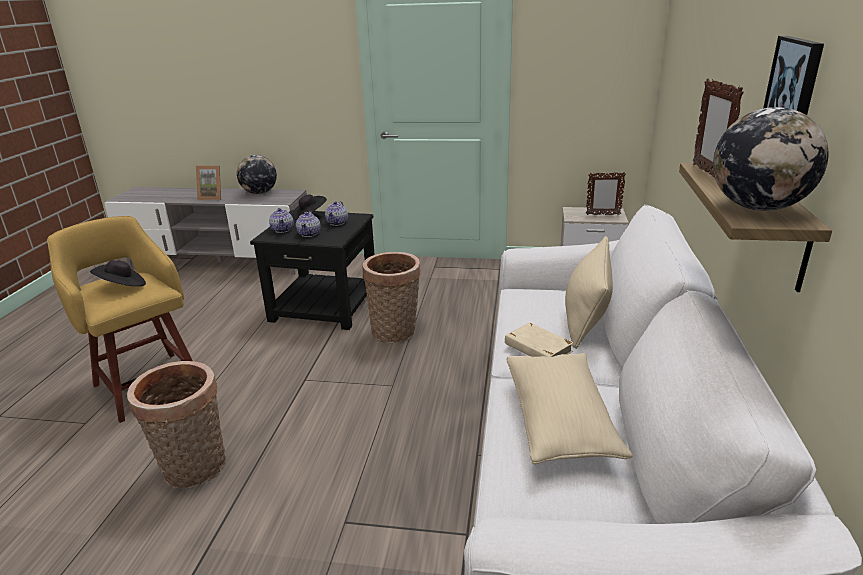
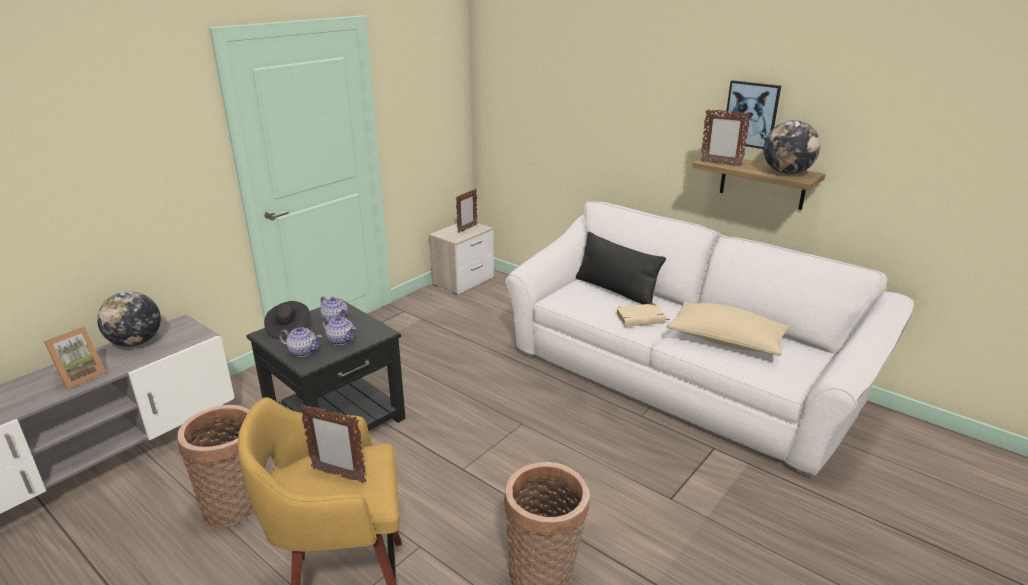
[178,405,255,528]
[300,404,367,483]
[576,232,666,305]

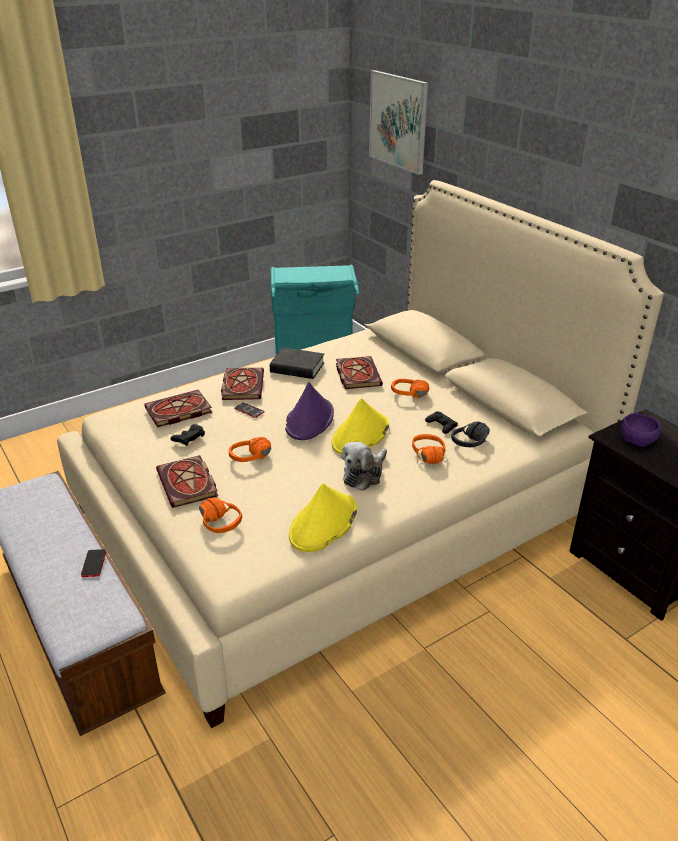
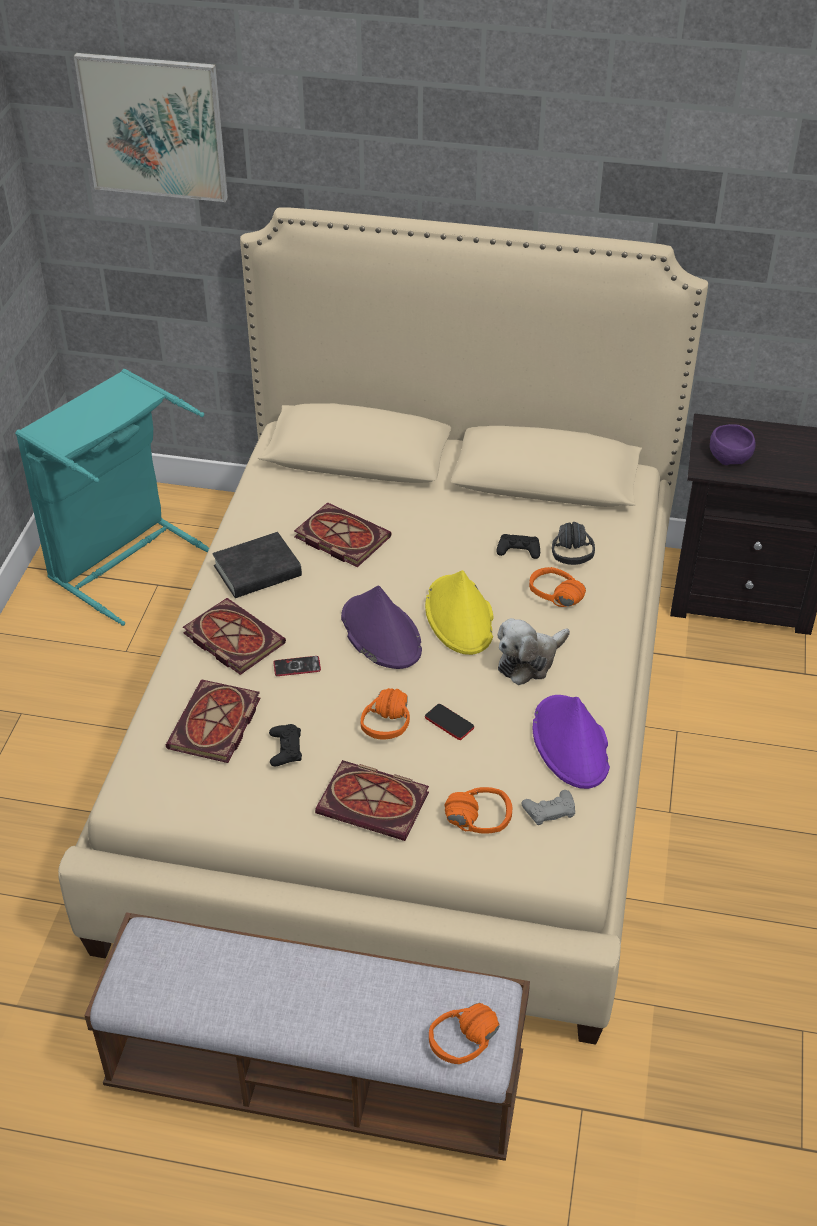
[521,790,575,825]
[425,704,474,740]
[429,1003,499,1064]
[533,695,610,789]
[498,618,570,685]

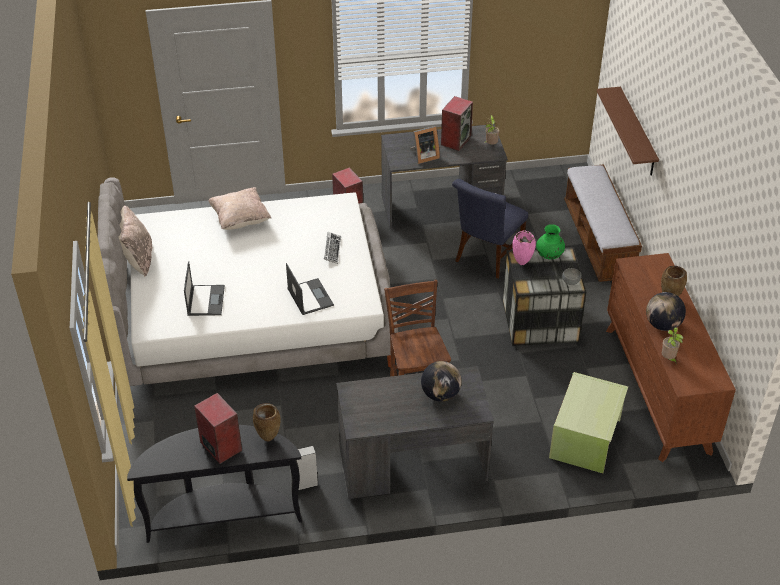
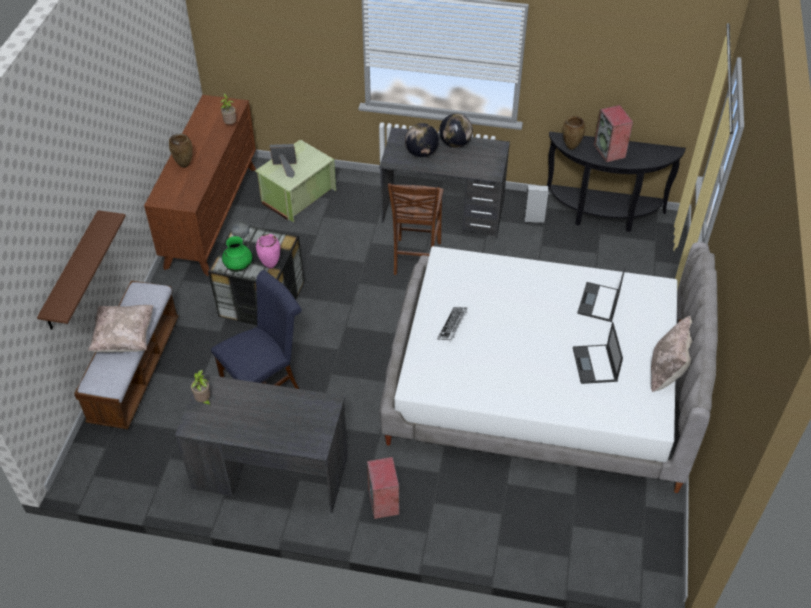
[441,96,473,151] (first image)
[88,305,153,352]
[573,322,623,384]
[270,144,296,178]
[439,114,473,148]

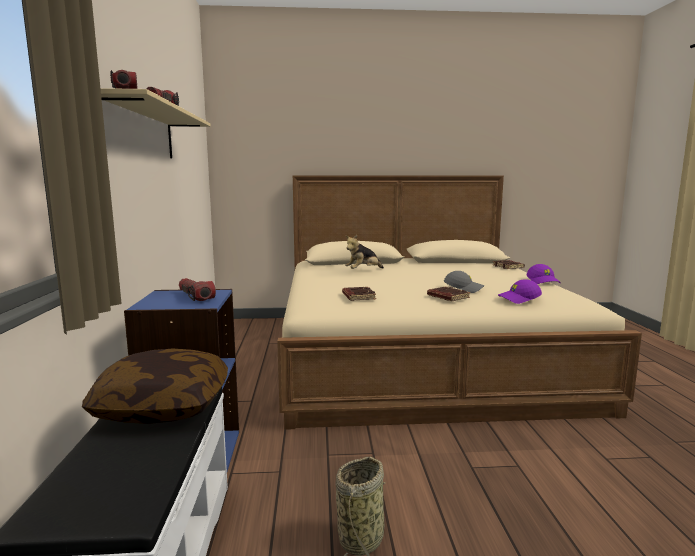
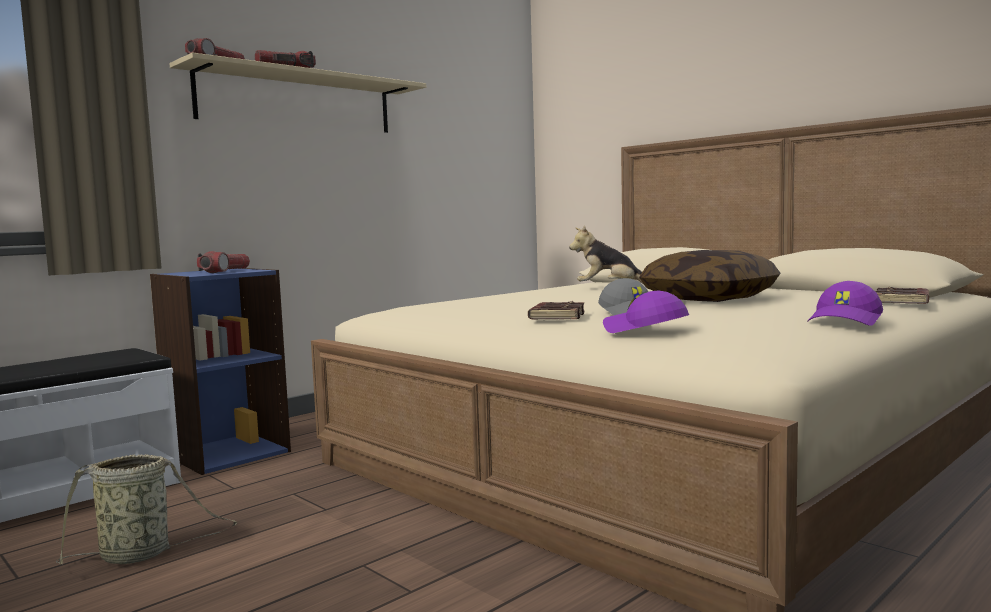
[342,287,376,301] (first image)
[639,250,781,302]

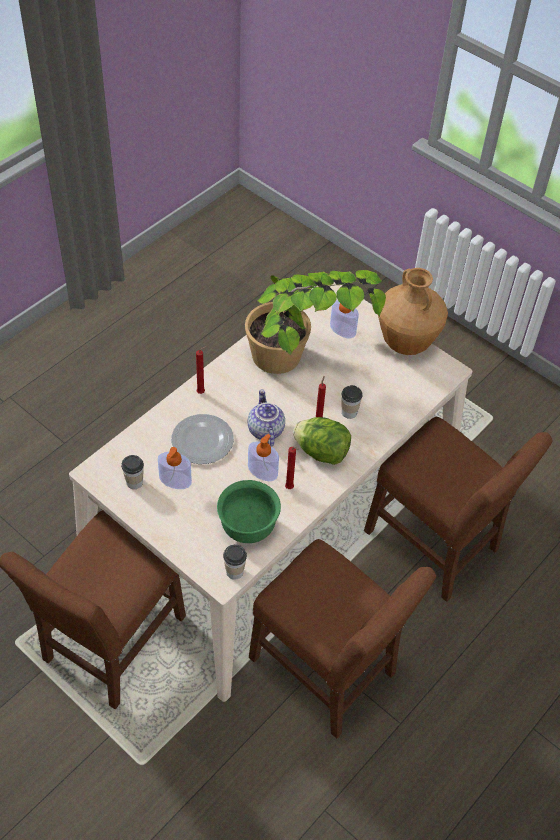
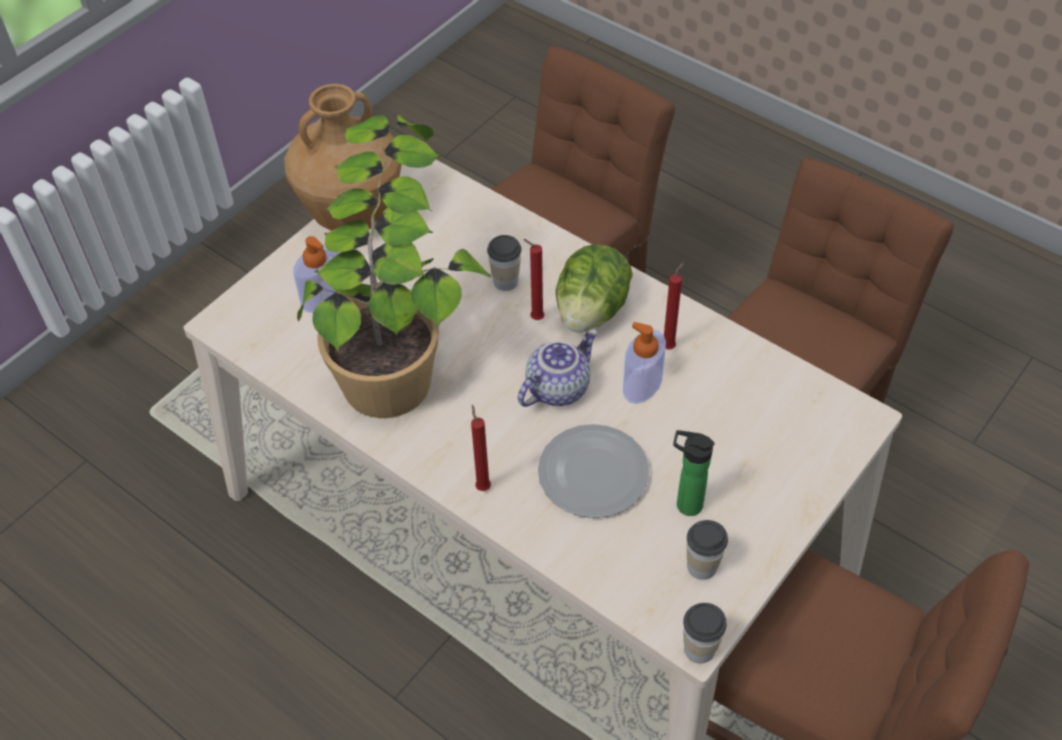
[217,480,281,543] (first image)
[683,603,726,663]
[673,430,715,516]
[518,329,597,407]

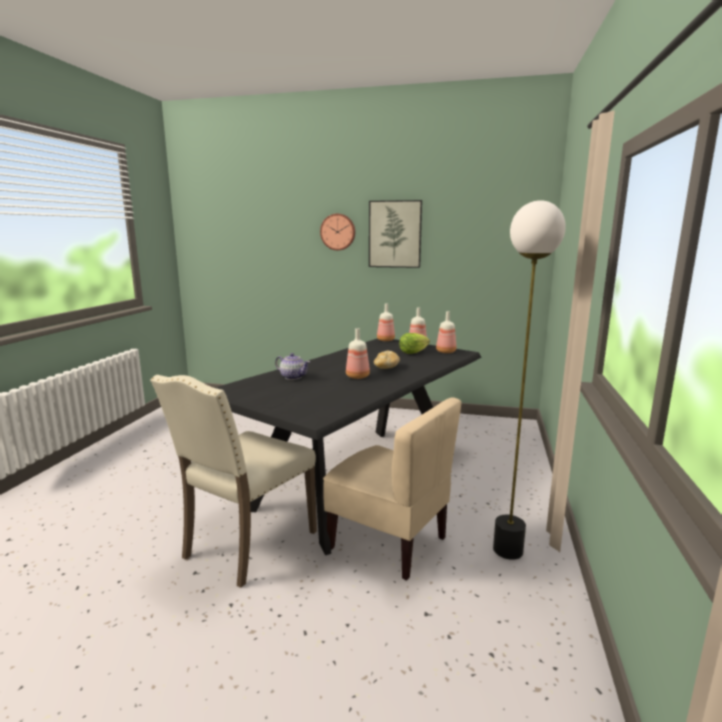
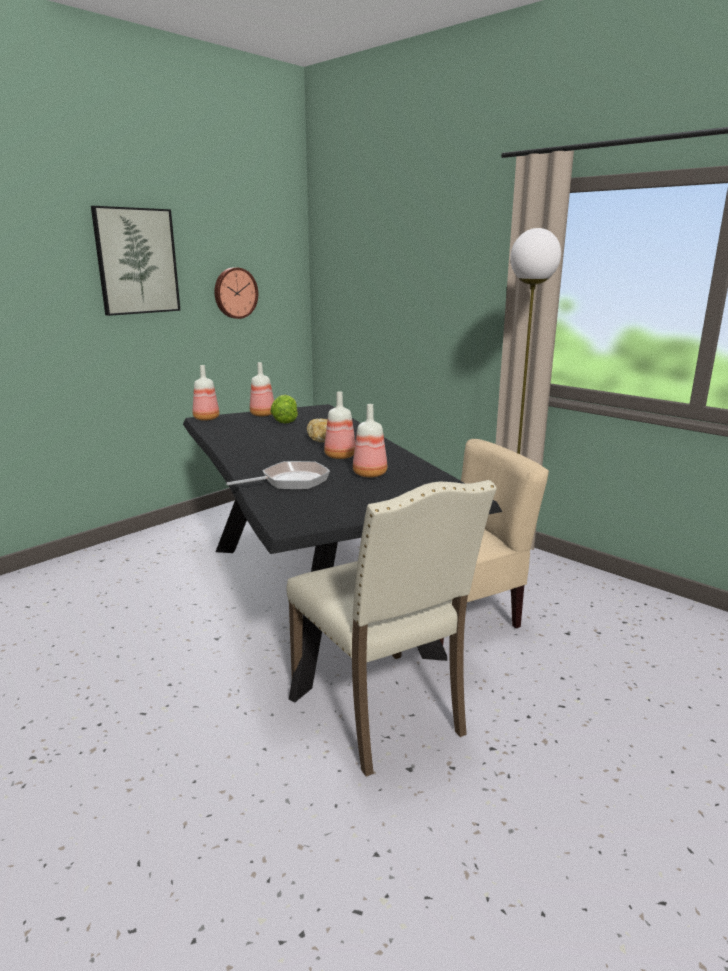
[214,267,258,319]
[353,404,387,478]
[226,461,330,490]

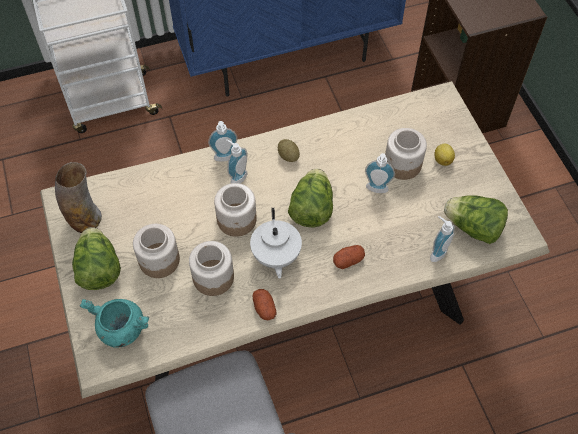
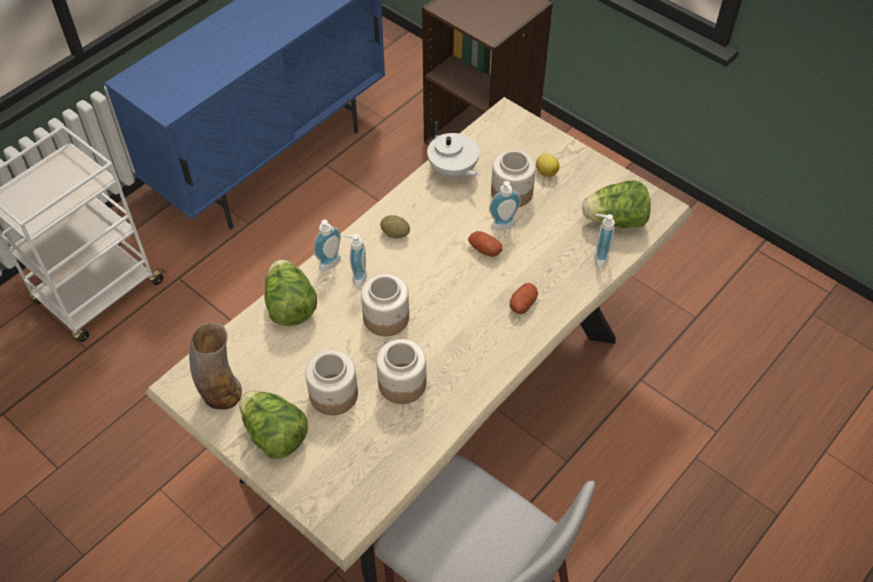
[80,299,149,348] (first image)
[427,121,479,179]
[468,231,502,257]
[264,259,317,326]

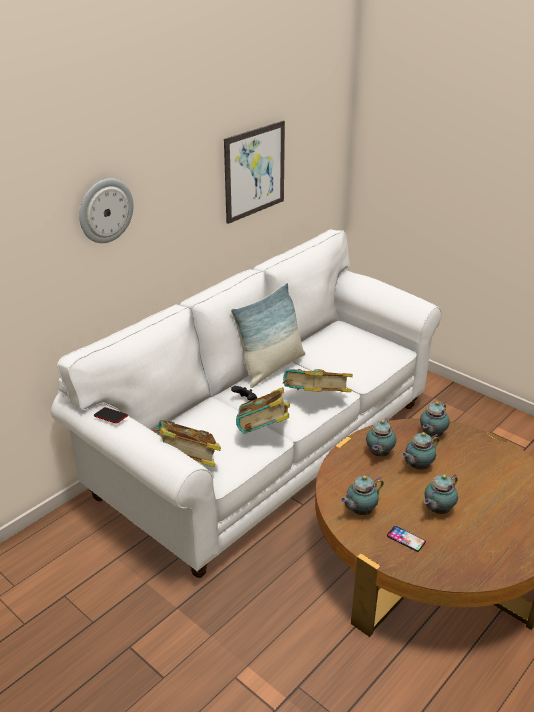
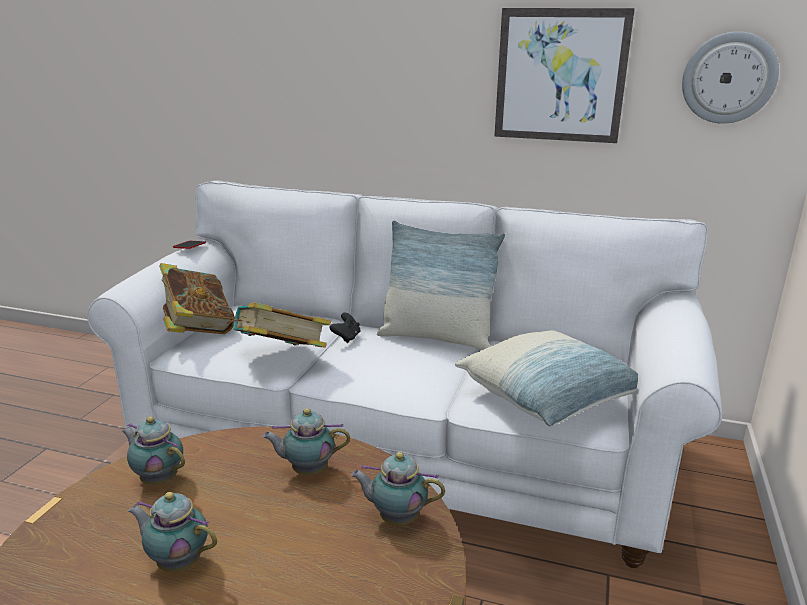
[283,369,353,392] (first image)
[387,526,426,552] (first image)
[402,432,439,470] (first image)
[455,330,638,427]
[682,31,779,124]

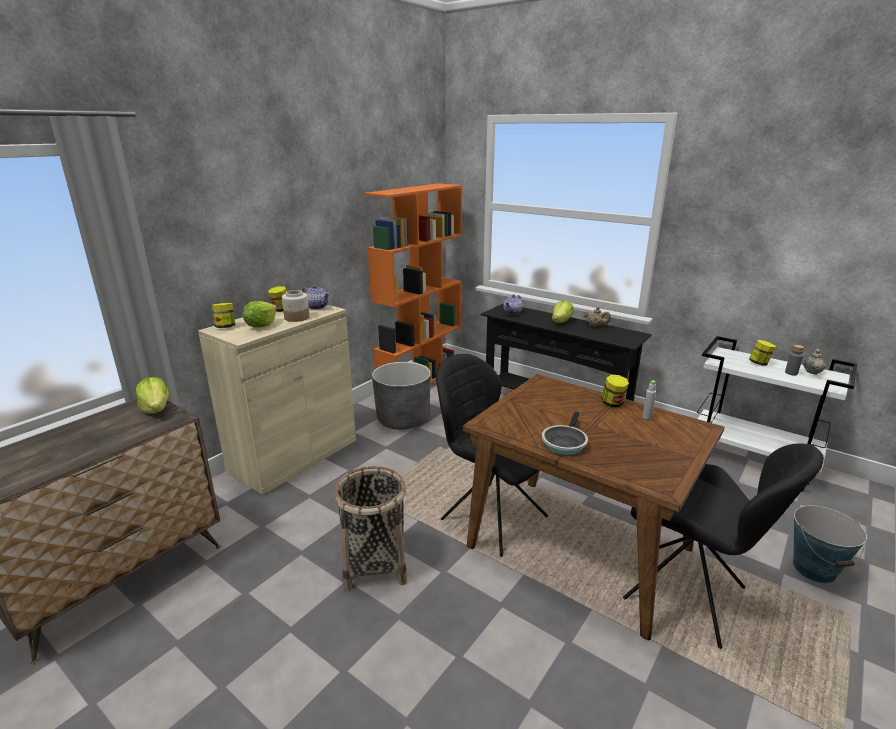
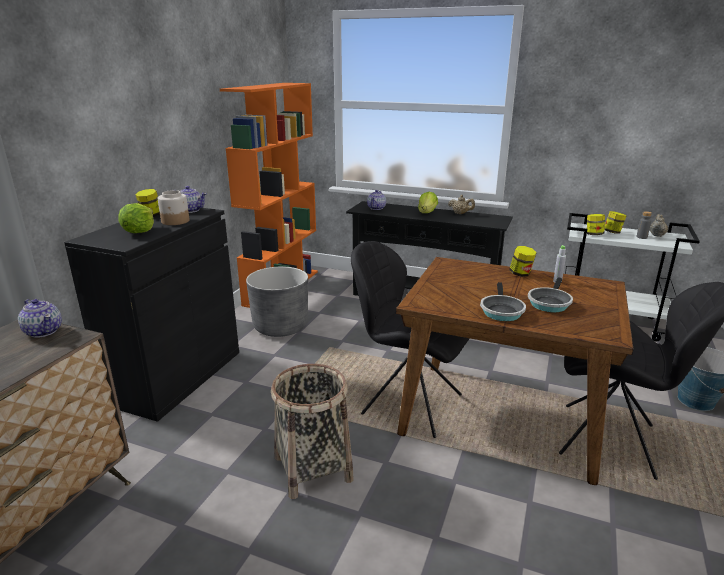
[528,277,573,312]
[587,214,605,235]
[18,299,62,338]
[64,208,239,422]

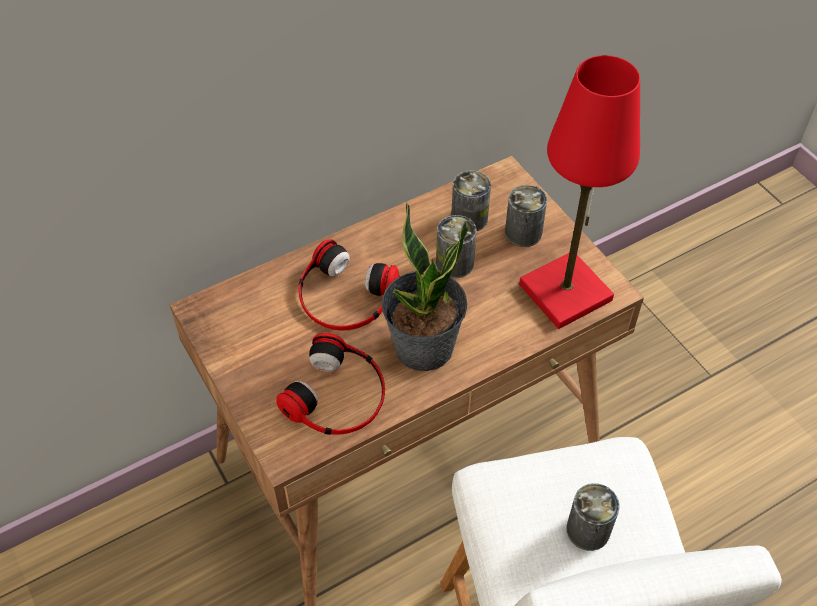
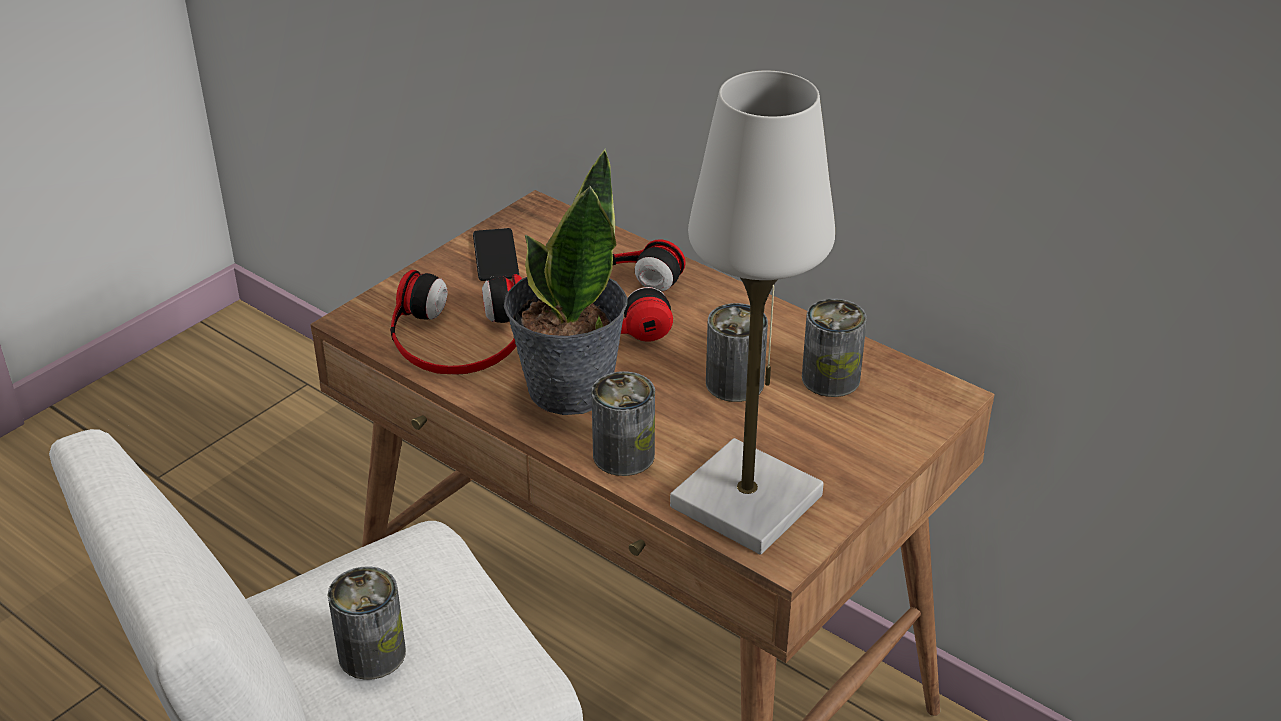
[473,228,519,281]
[592,371,655,476]
[670,71,835,554]

